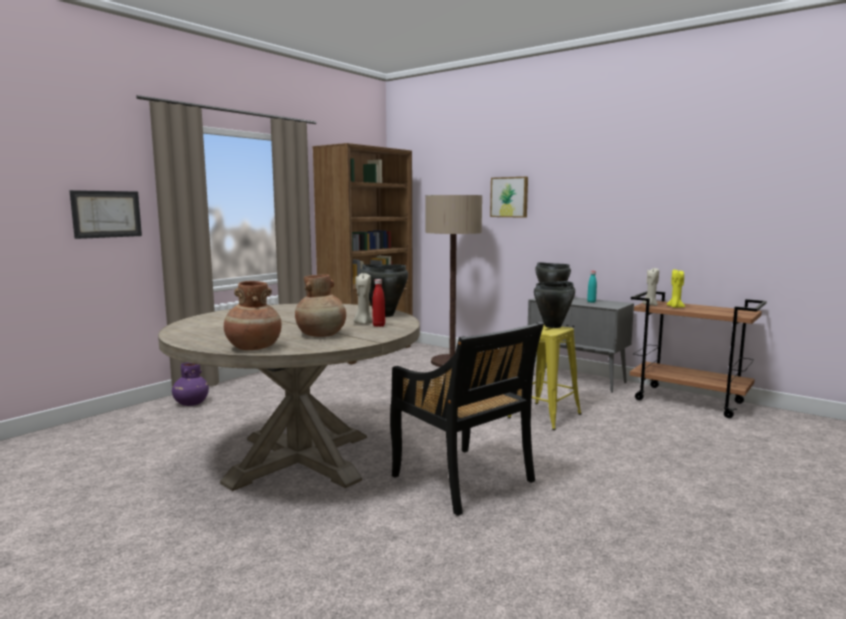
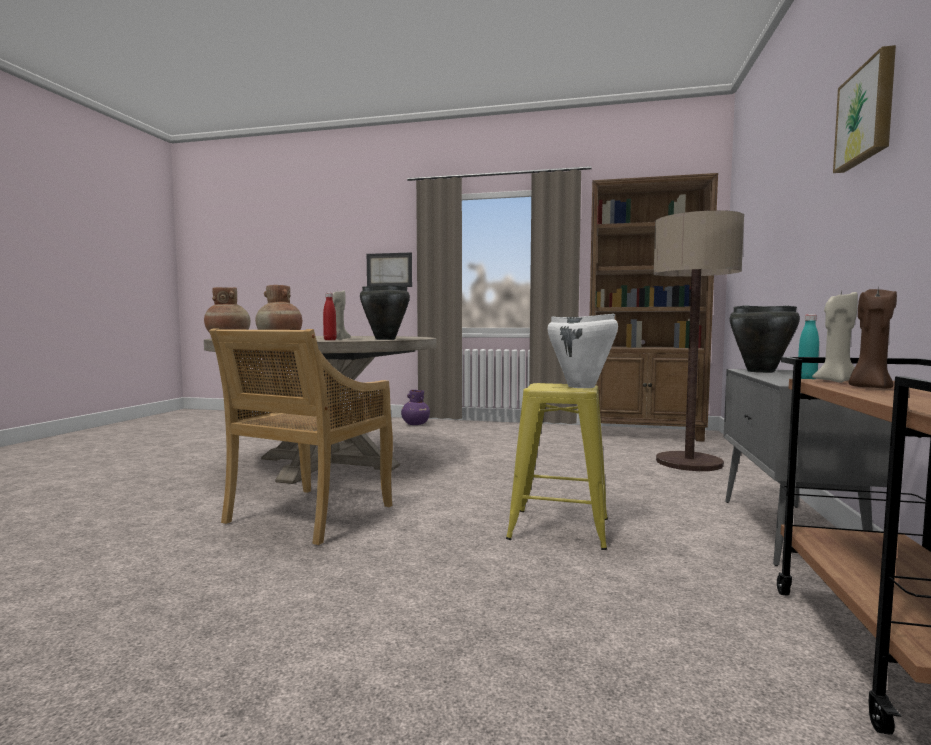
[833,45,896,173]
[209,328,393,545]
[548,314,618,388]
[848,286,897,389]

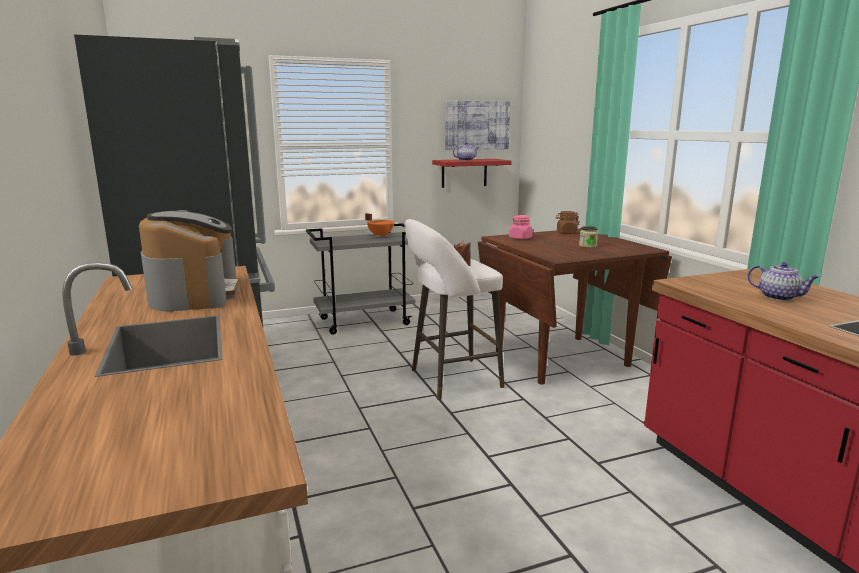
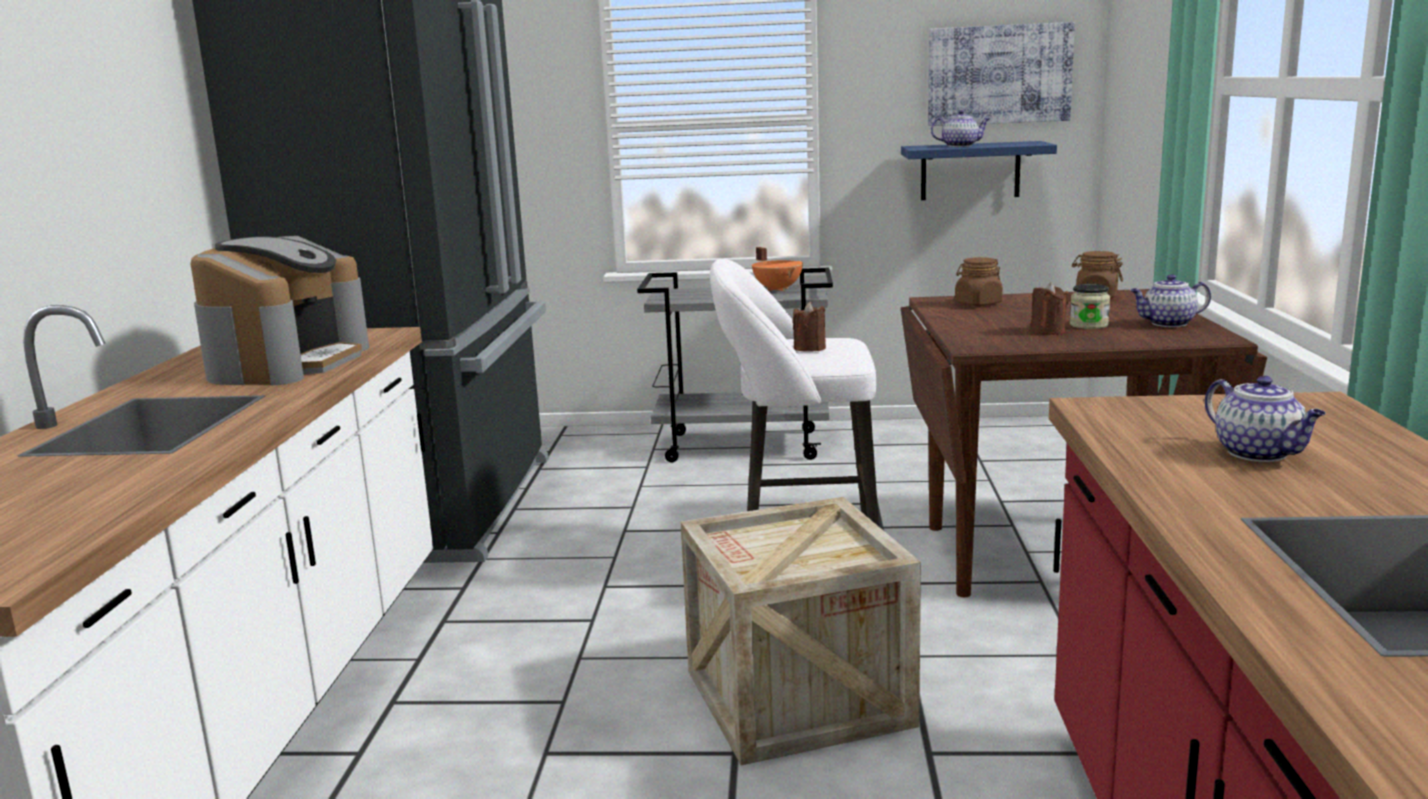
[680,497,921,765]
[1030,282,1068,335]
[1130,274,1211,327]
[901,141,1057,200]
[955,257,1003,306]

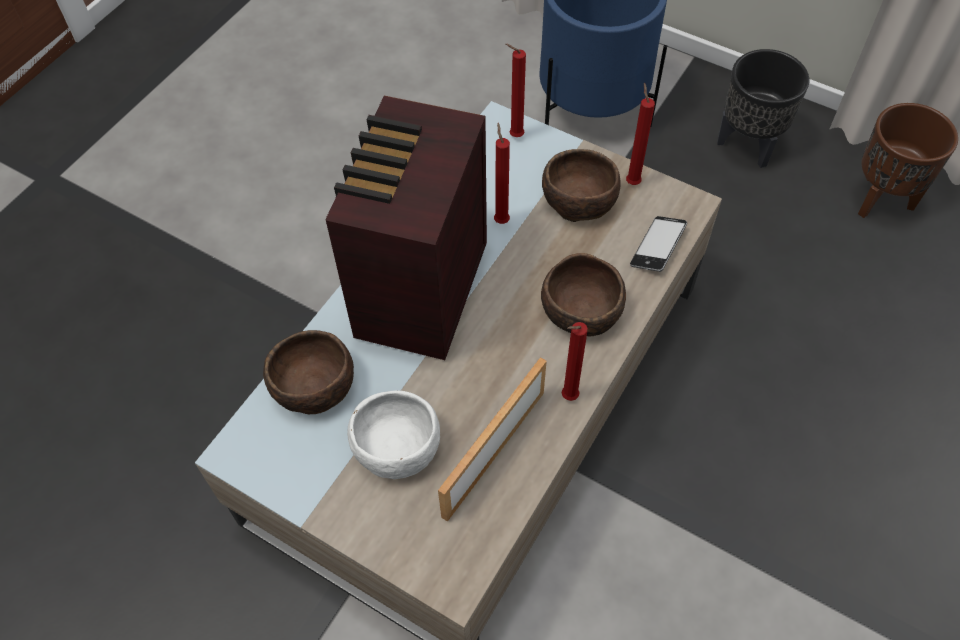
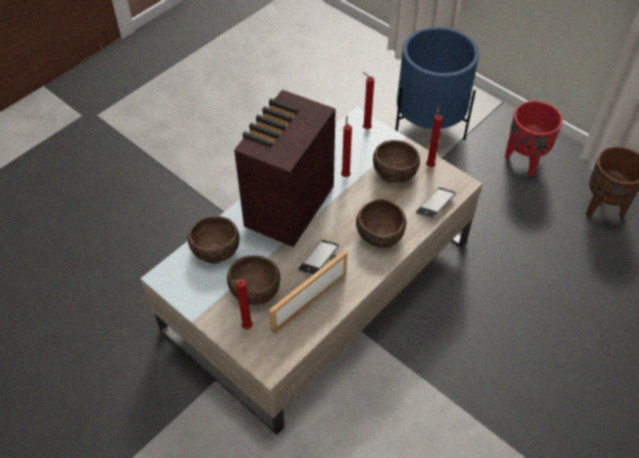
[298,240,339,275]
[231,279,253,329]
[227,255,280,305]
[505,101,563,176]

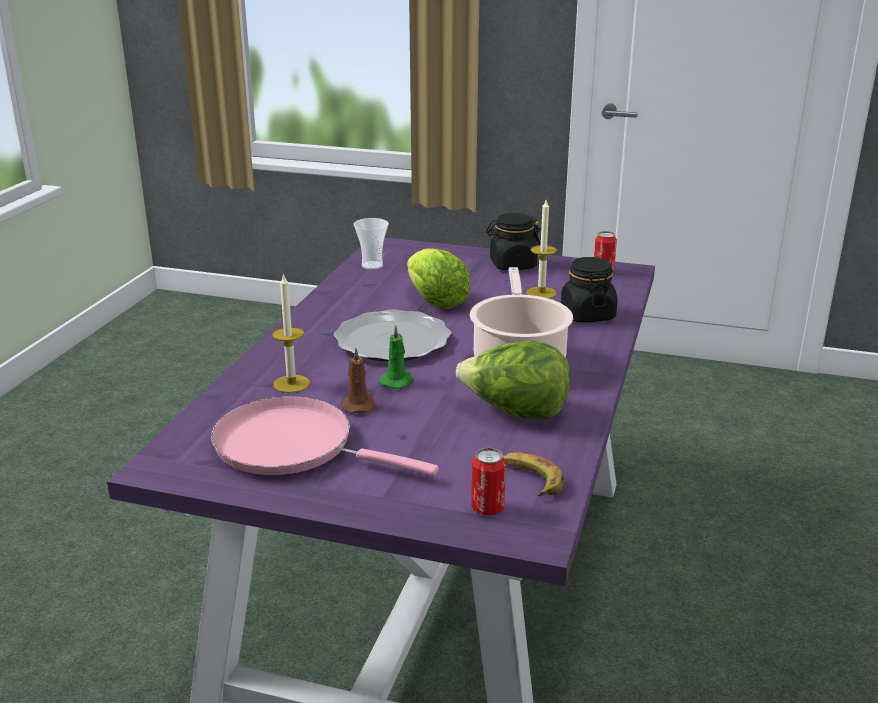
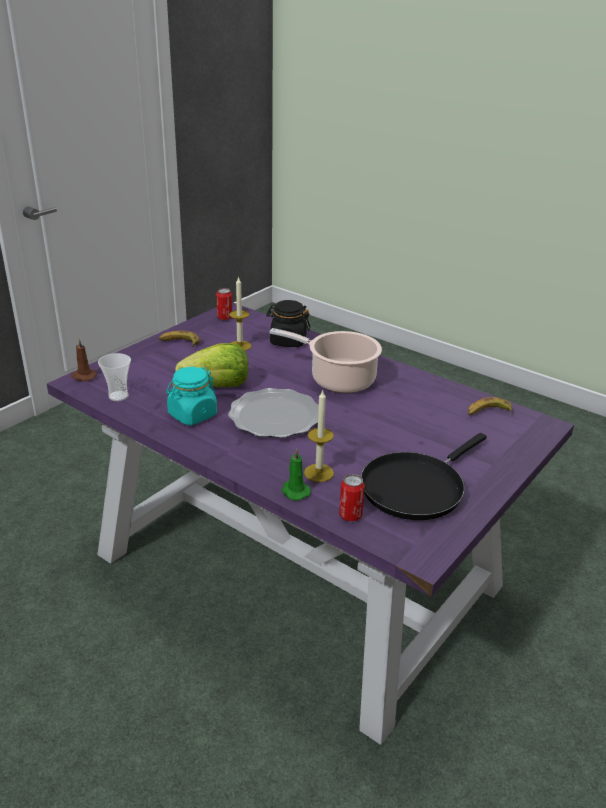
[456,341,570,419] (first image)
[166,367,217,425]
[71,339,97,381]
[281,448,311,501]
[339,474,365,521]
[159,331,200,347]
[361,433,487,520]

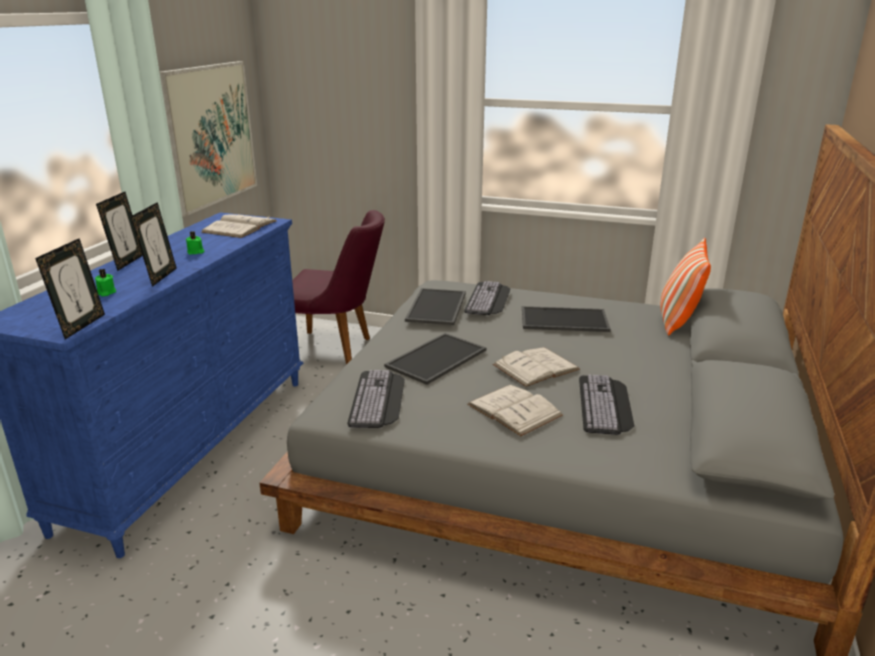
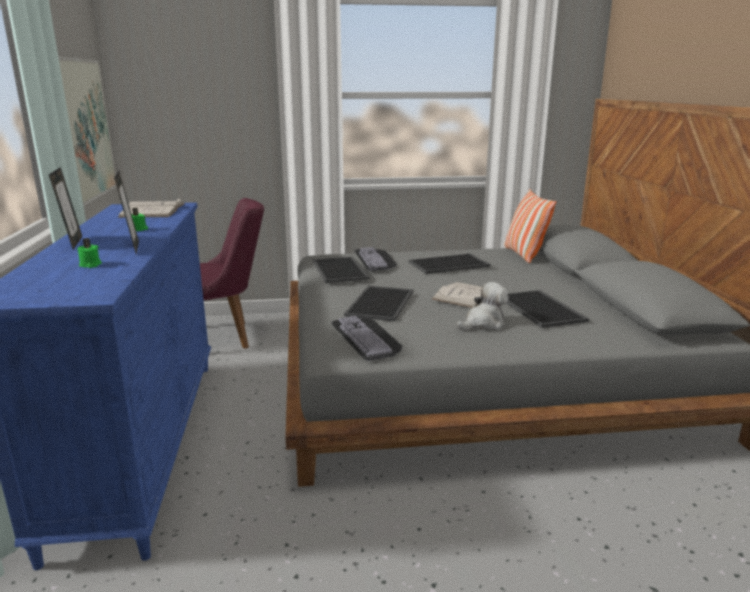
[35,238,105,339] (first image)
[457,282,509,331]
[506,290,589,328]

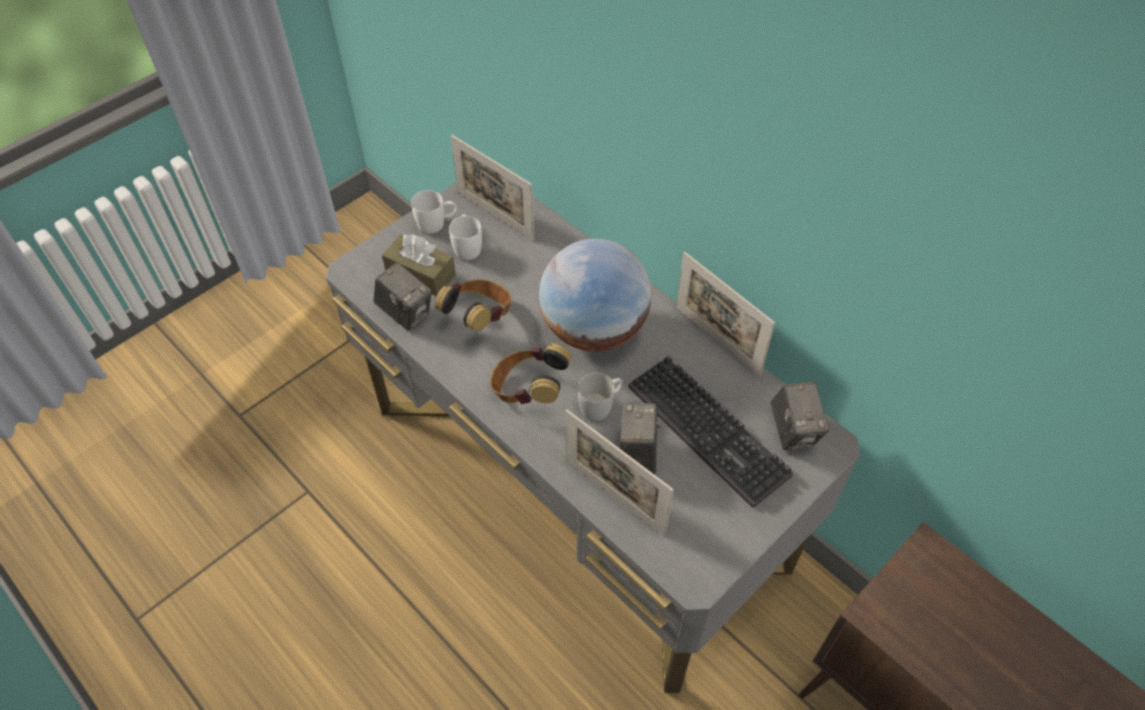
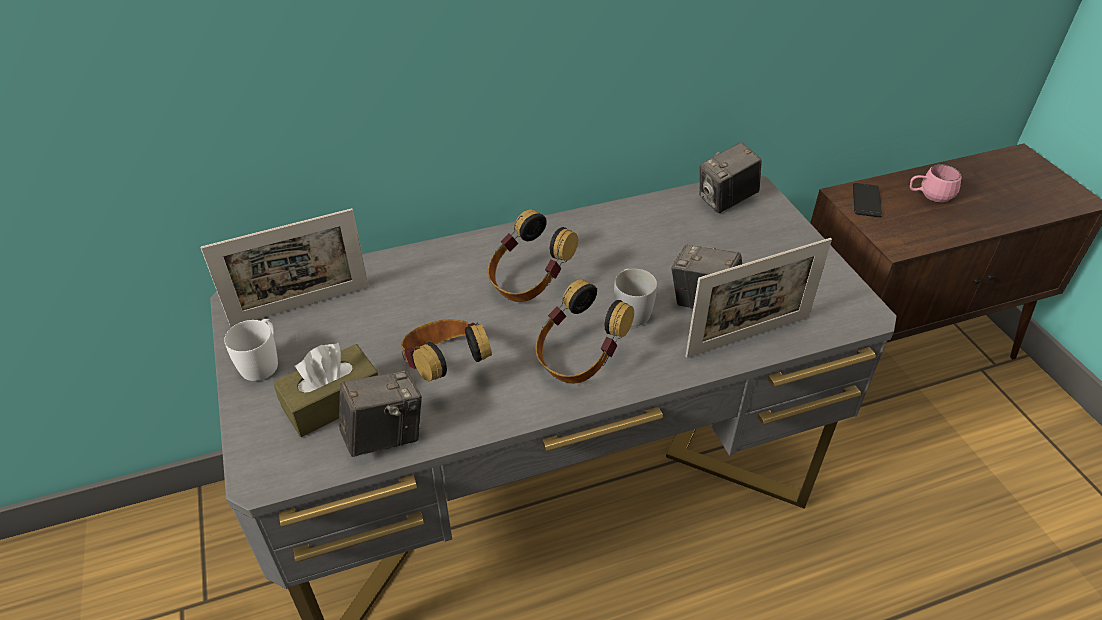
[449,215,482,260] (first image)
[628,355,793,508] (first image)
[676,252,775,376] (first image)
[853,183,882,217]
[910,165,962,202]
[488,209,578,302]
[699,142,762,213]

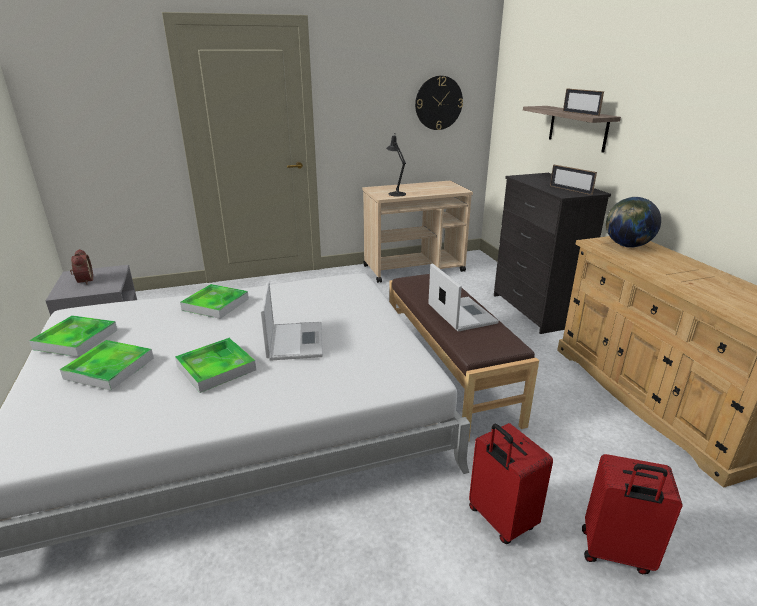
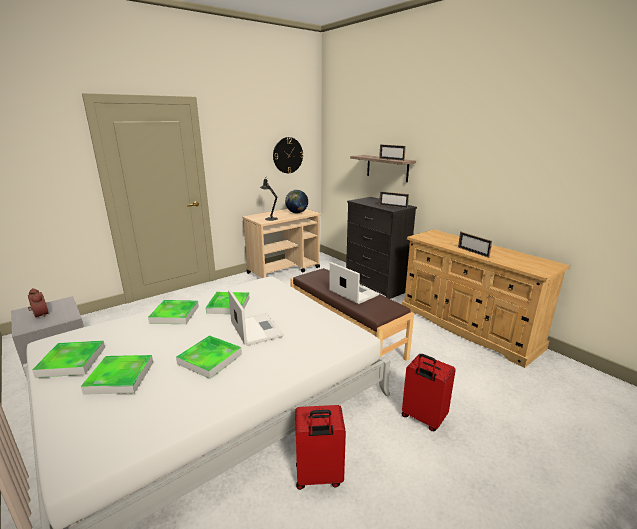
[206,292,250,314]
[458,232,492,258]
[295,405,346,490]
[285,190,308,213]

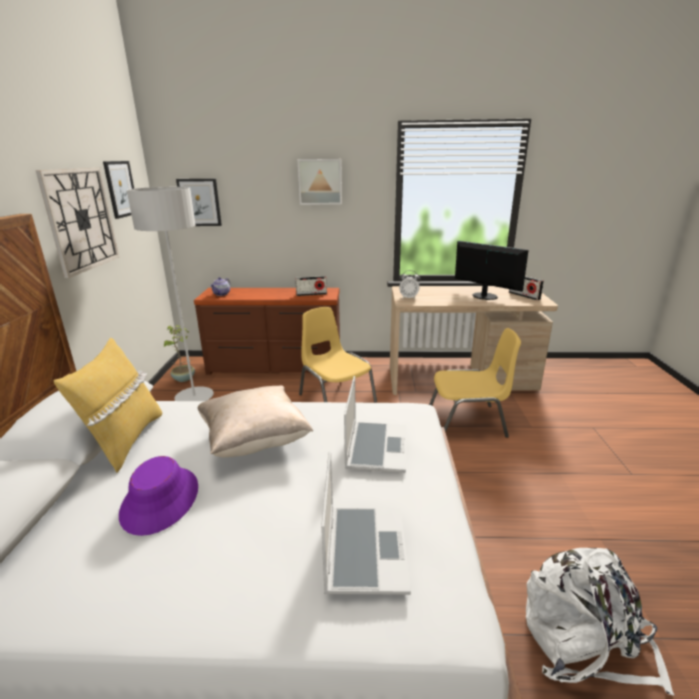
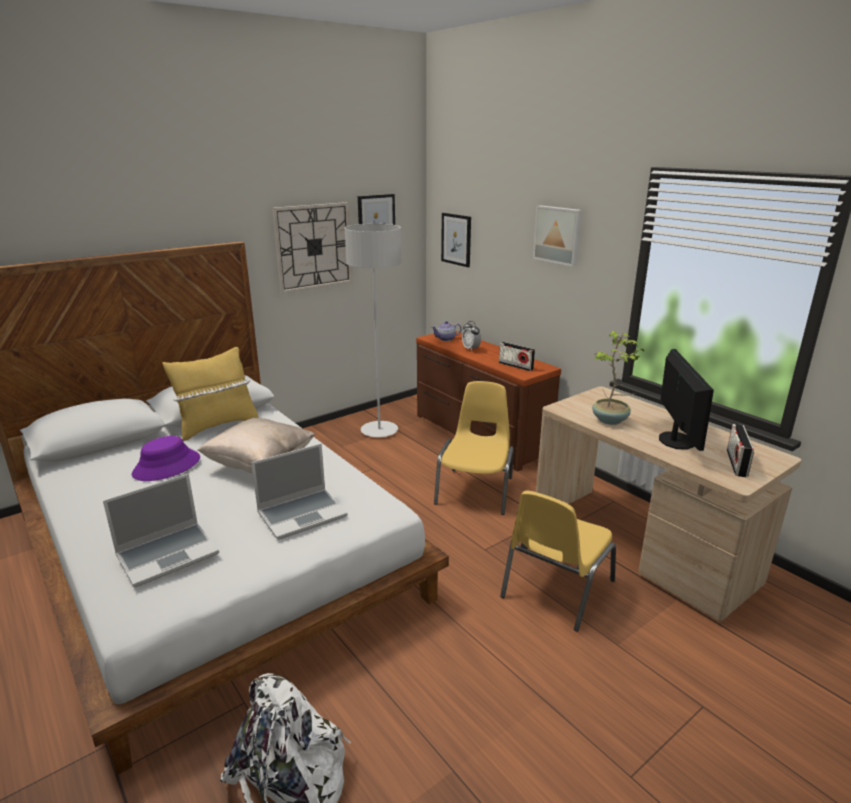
[592,331,644,425]
[462,321,481,351]
[500,491,616,632]

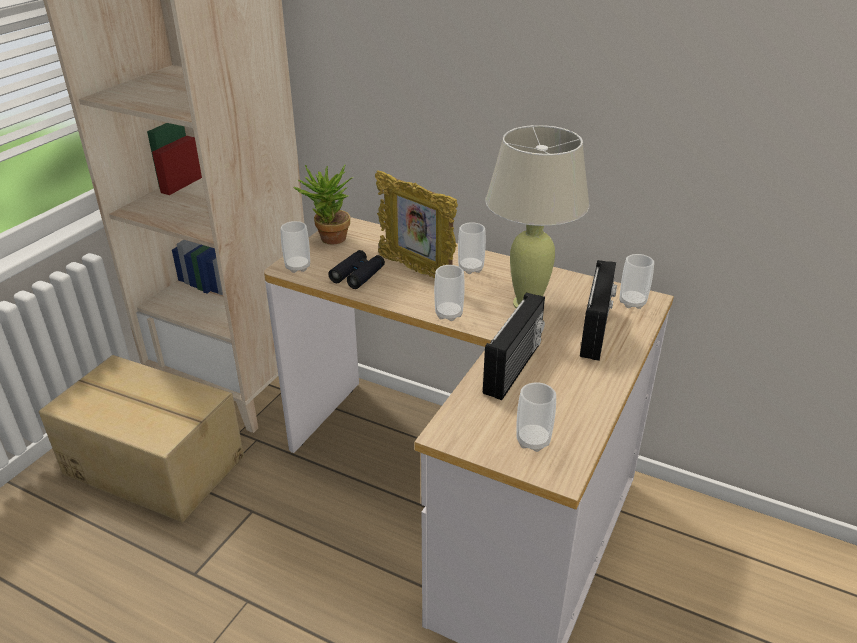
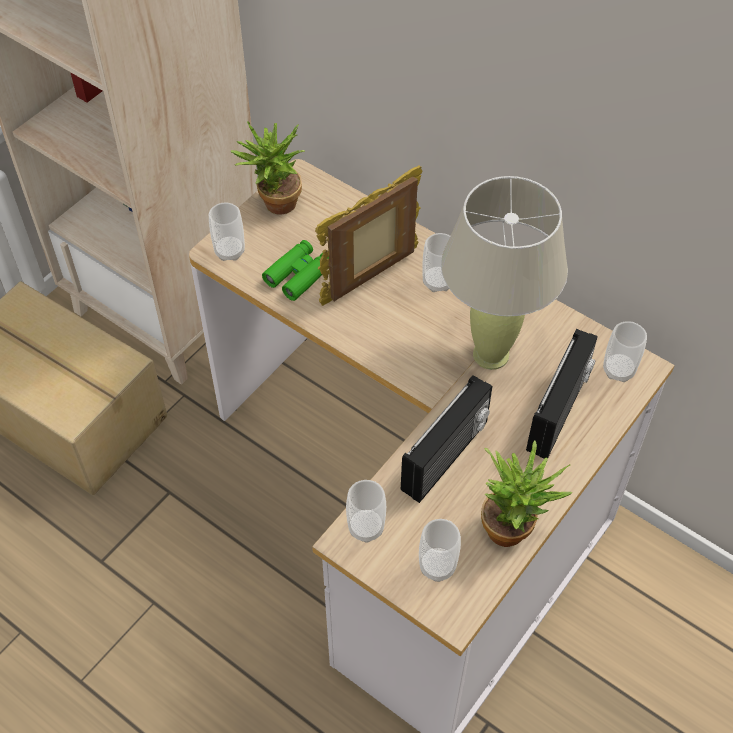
[481,440,573,547]
[346,480,386,543]
[262,240,329,301]
[315,165,422,306]

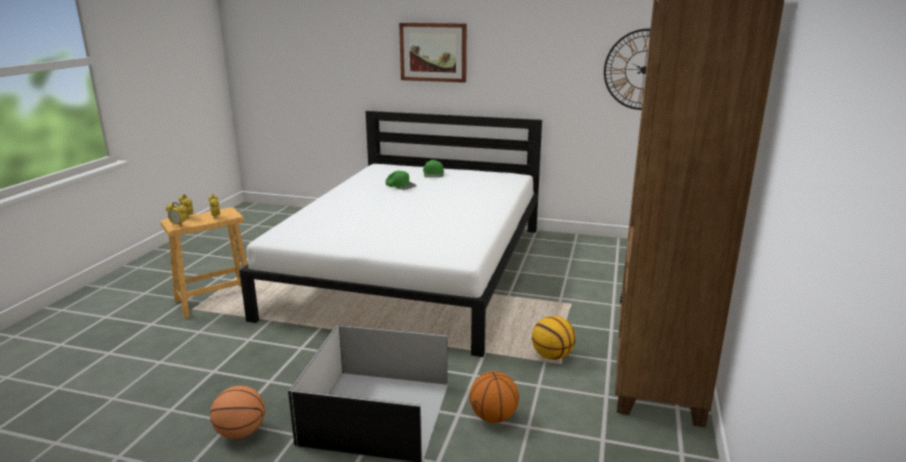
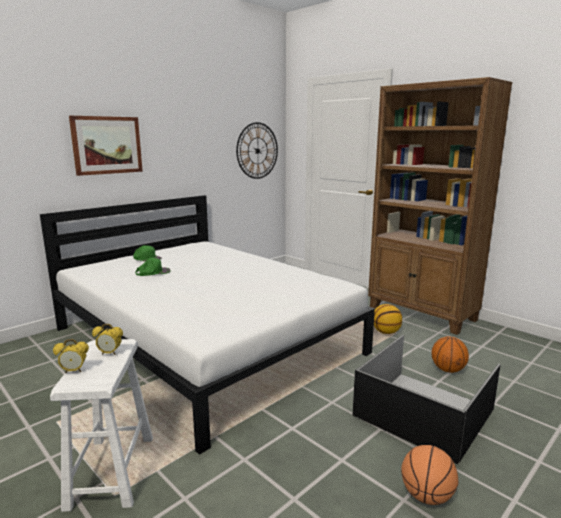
[166,202,187,226] (first image)
[50,339,153,512]

